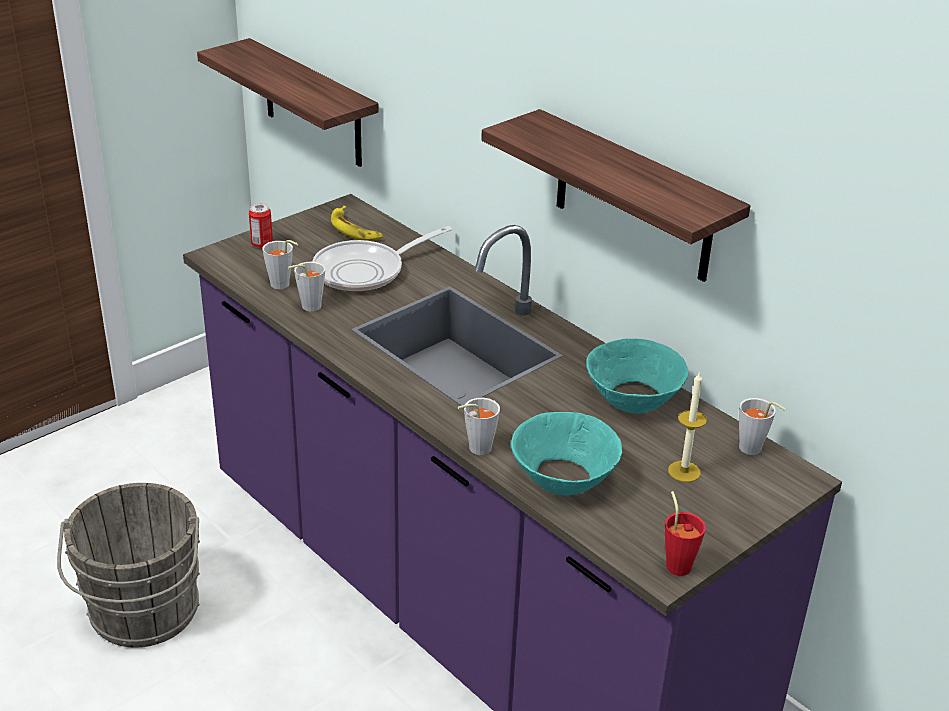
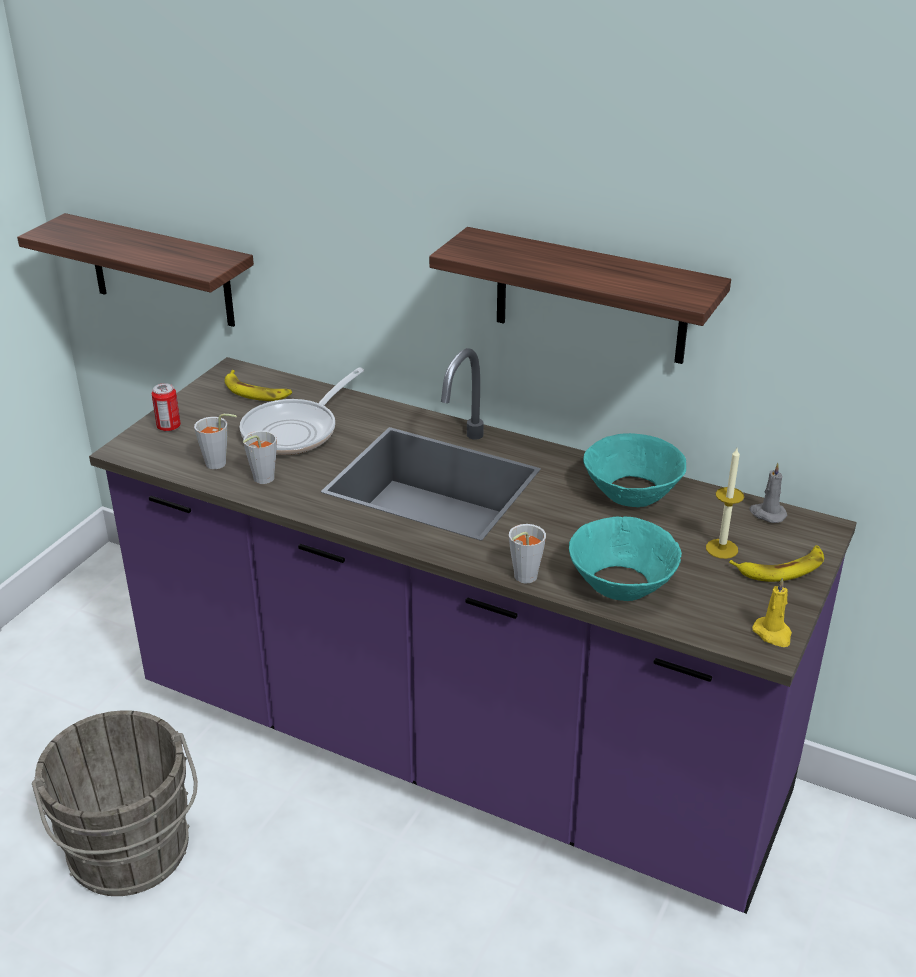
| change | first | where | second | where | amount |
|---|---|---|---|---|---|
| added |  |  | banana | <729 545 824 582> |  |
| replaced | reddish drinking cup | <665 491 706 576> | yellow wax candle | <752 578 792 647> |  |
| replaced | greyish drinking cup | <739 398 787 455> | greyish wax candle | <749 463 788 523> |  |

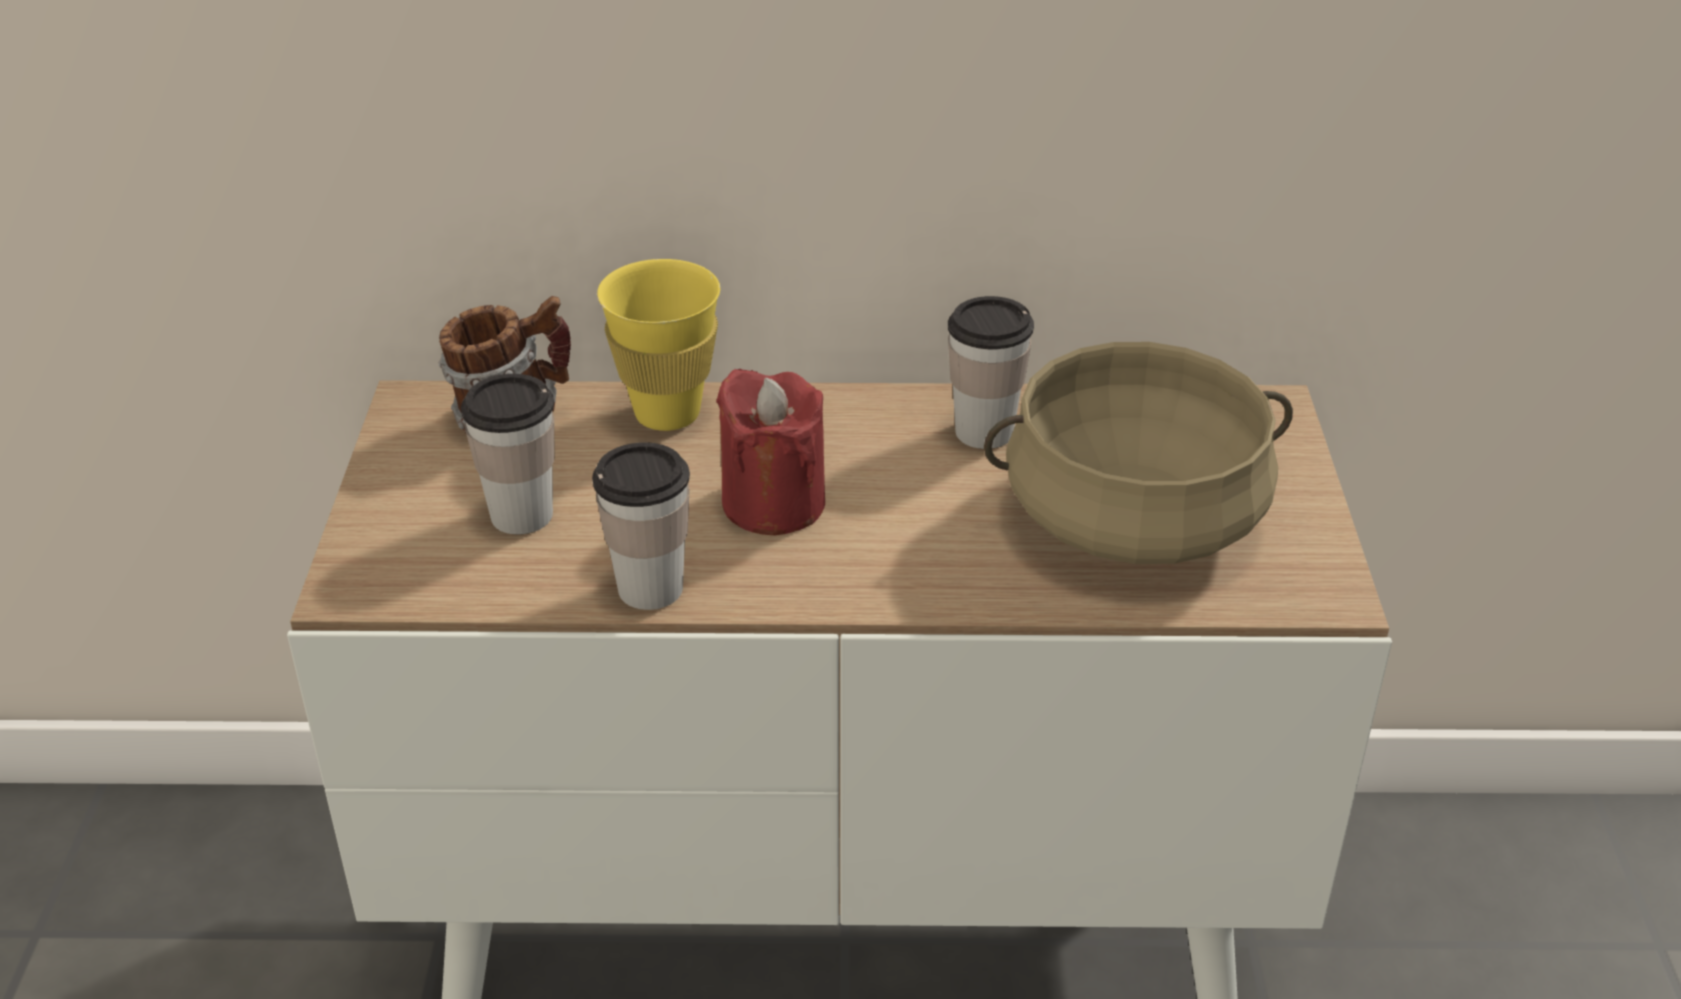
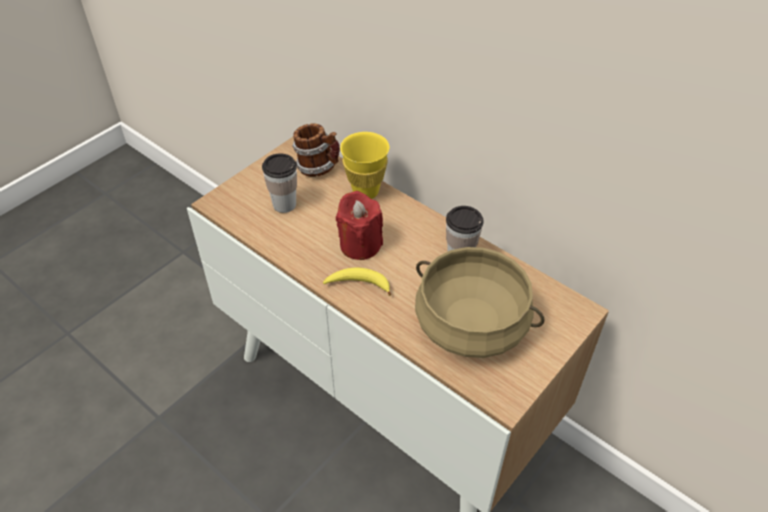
| change | first | where | second | where | amount |
|---|---|---|---|---|---|
| removed | drinking cup | <592 442 690 610> |  |  |  |
| added |  |  | banana | <323 268 391 296> |  |

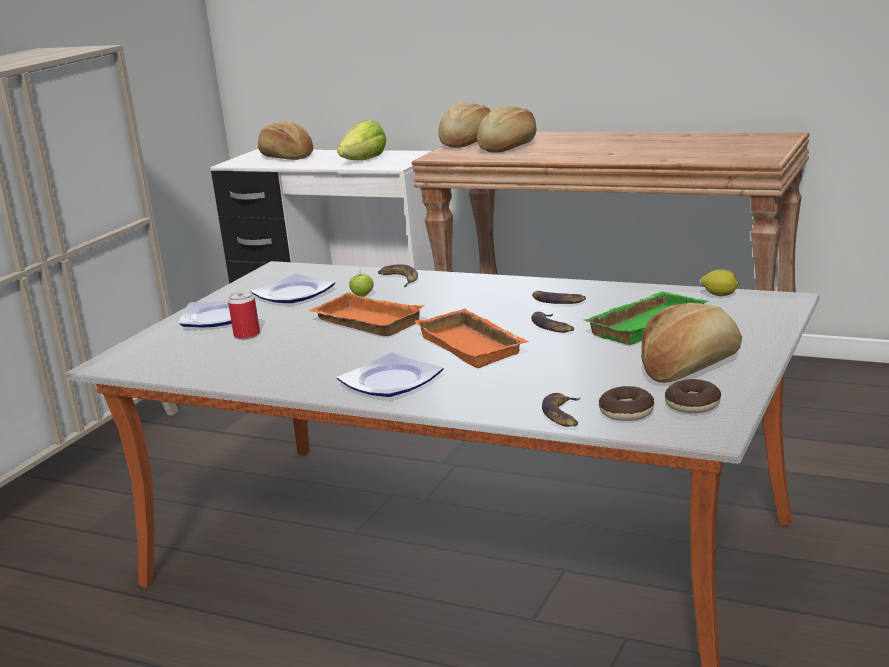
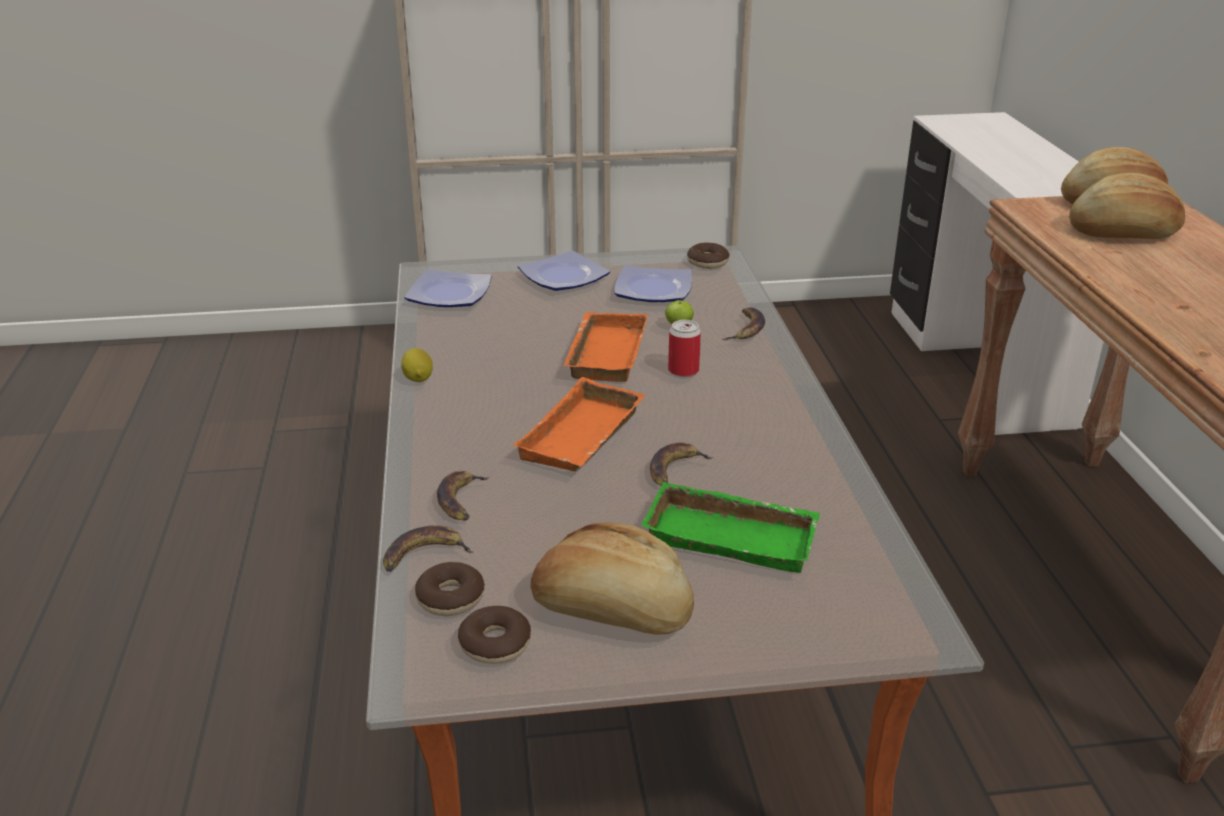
| change | first | where | second | where | amount |
|---|---|---|---|---|---|
| removed | baked bread | <258 121 313 160> |  |  |  |
| removed | lettuce | <337 120 386 160> |  |  |  |
| added |  |  | ring doughnut | <687 242 729 269> |  |
| moved | sealed can | <228 291 260 339> |  | <668 320 701 377> |  |
| moved | dinner plate | <337 353 444 397> |  | <404 270 492 307> |  |
| moved | banana | <532 291 586 304> |  | <437 471 490 521> |  |
| moved | lemon | <701 269 739 296> |  | <401 348 433 382> |  |

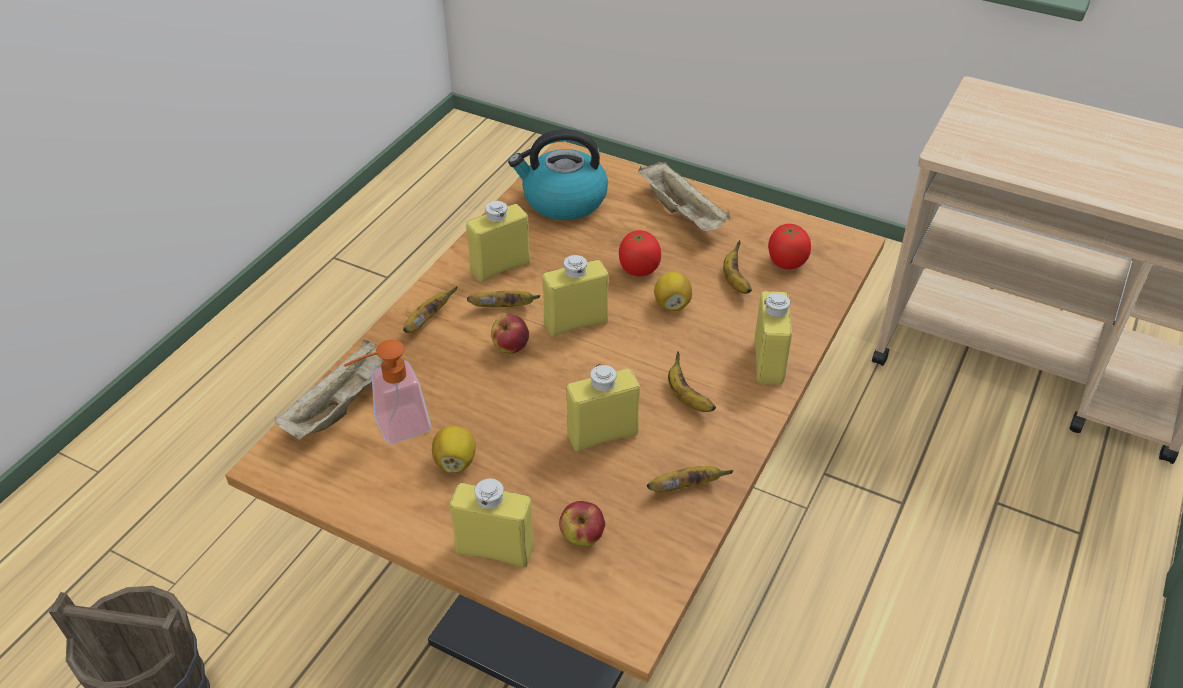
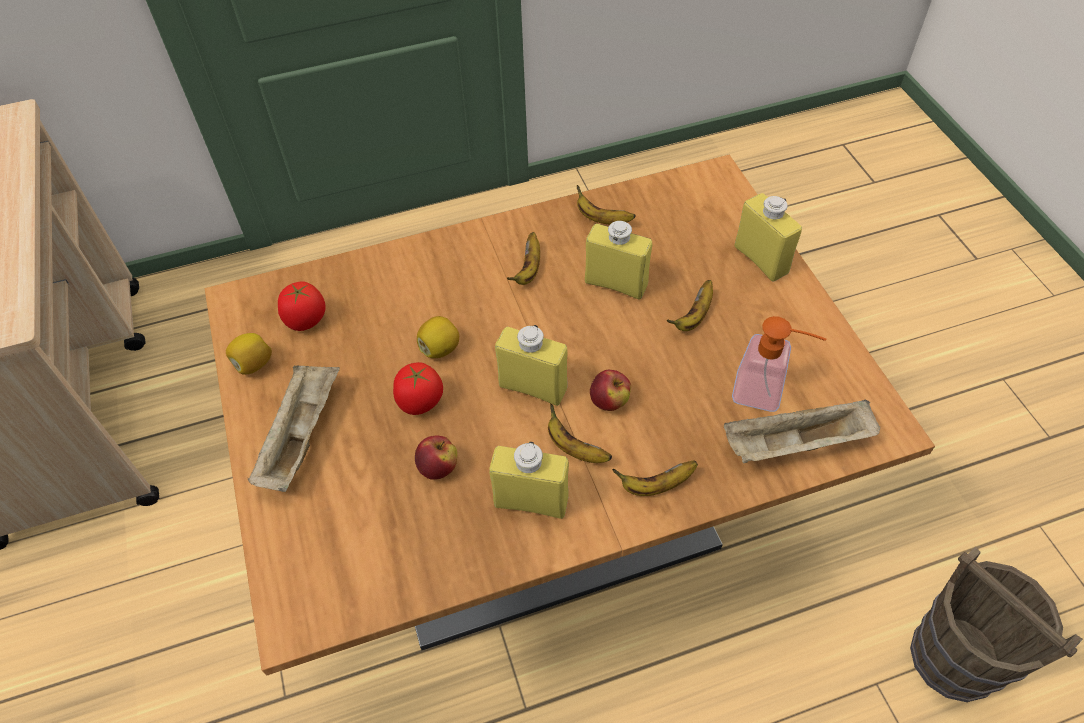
| change | first | where | second | where | amount |
|---|---|---|---|---|---|
| removed | tea kettle | <508 129 608 220> |  |  |  |
| removed | yellow bottle | <755 291 792 385> |  |  |  |
| moved | lemon | <432 426 476 473> |  | <226 333 272 375> |  |
| moved | whole apple | <559 501 605 546> |  | <415 435 457 480> |  |
| moved | banana | <723 240 752 294> |  | <667 280 713 331> |  |

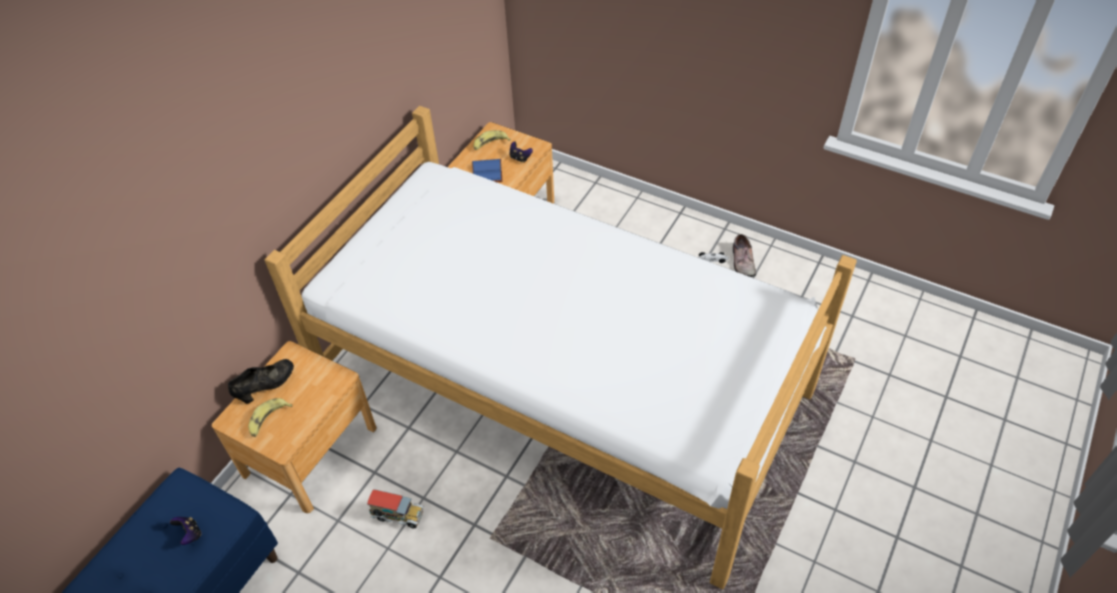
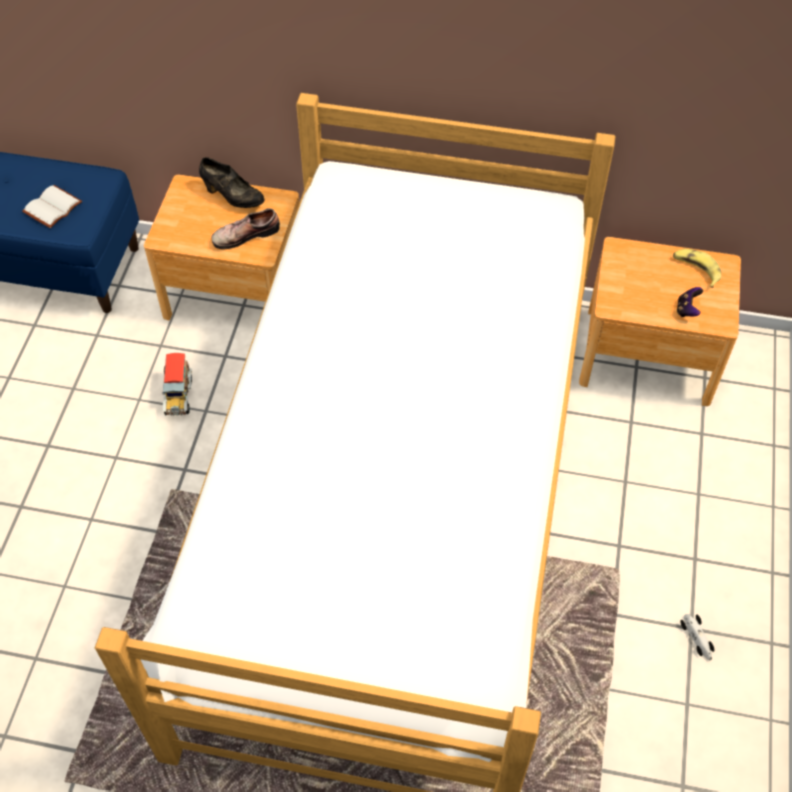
| change | first | where | second | where | amount |
|---|---|---|---|---|---|
| removed | banana | <248 398 293 437> |  |  |  |
| removed | bluish volume | <472 159 503 182> |  |  |  |
| moved | item of footwear | <733 234 756 277> |  | <211 208 280 249> |  |
| replaced | joypad | <170 517 201 545> | whitish volume | <22 185 82 228> |  |

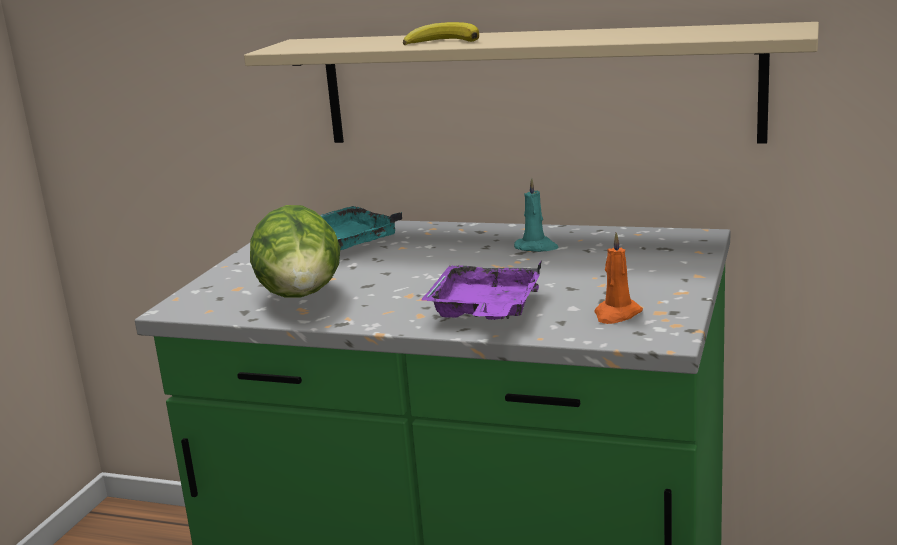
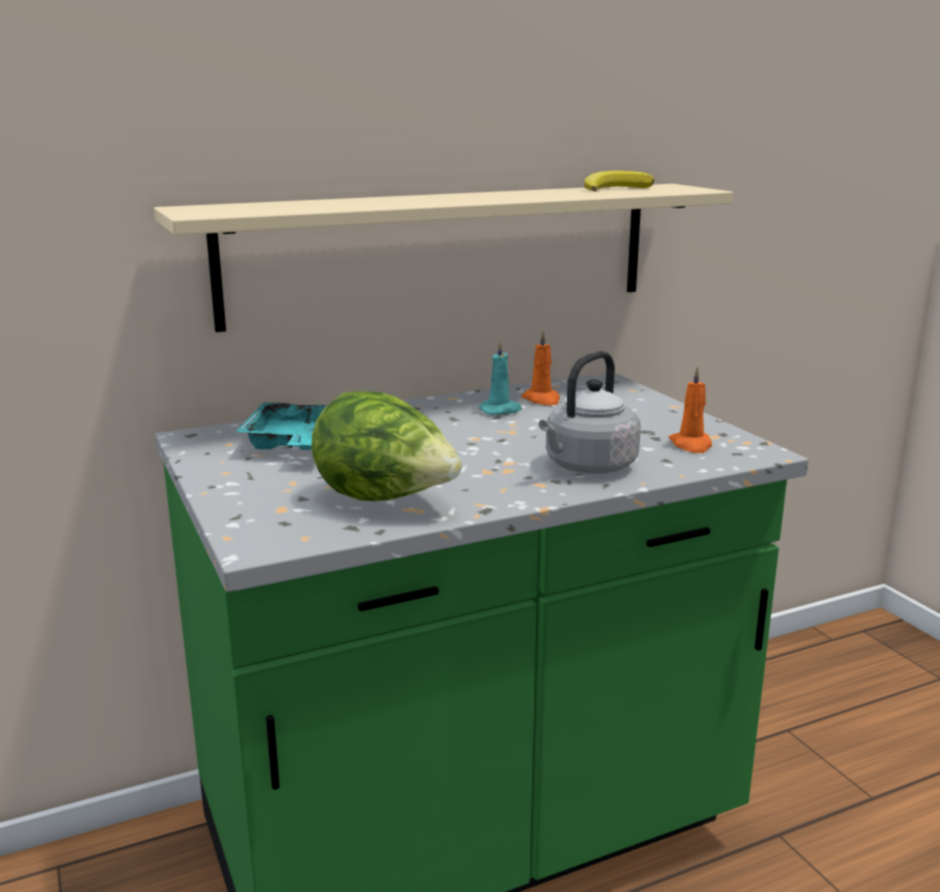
| change | first | where | second | where | amount |
|---|---|---|---|---|---|
| added |  |  | orange wax candle | <521 331 560 405> |  |
| moved | banana | <403 22 479 45> |  | <584 171 654 192> |  |
| replaced | purple carrying tray | <421 260 542 320> | greyish tea kettle | <539 351 641 474> |  |

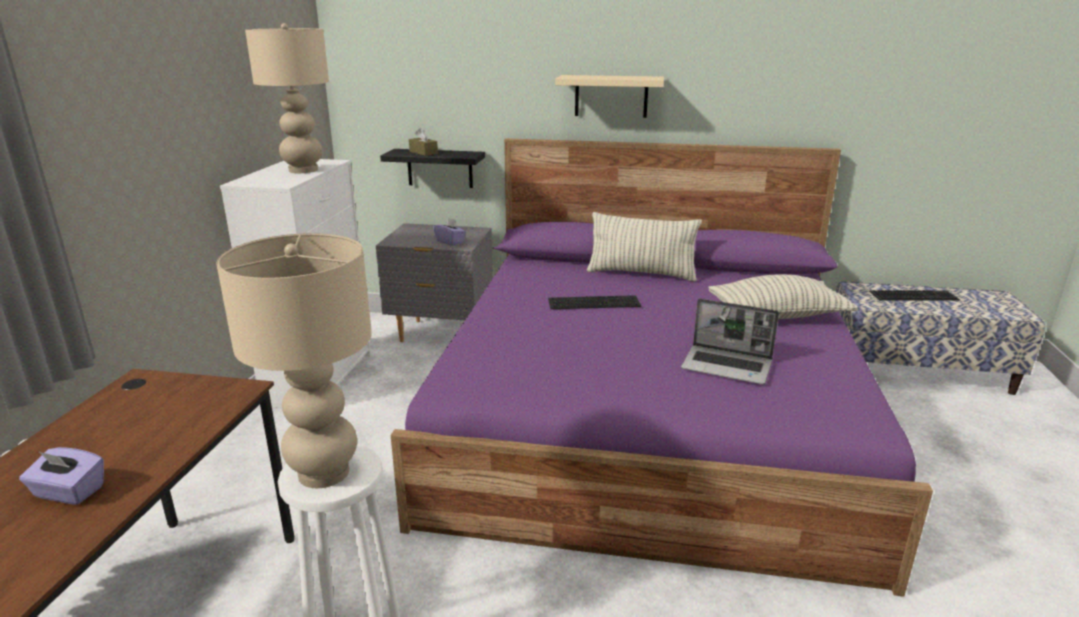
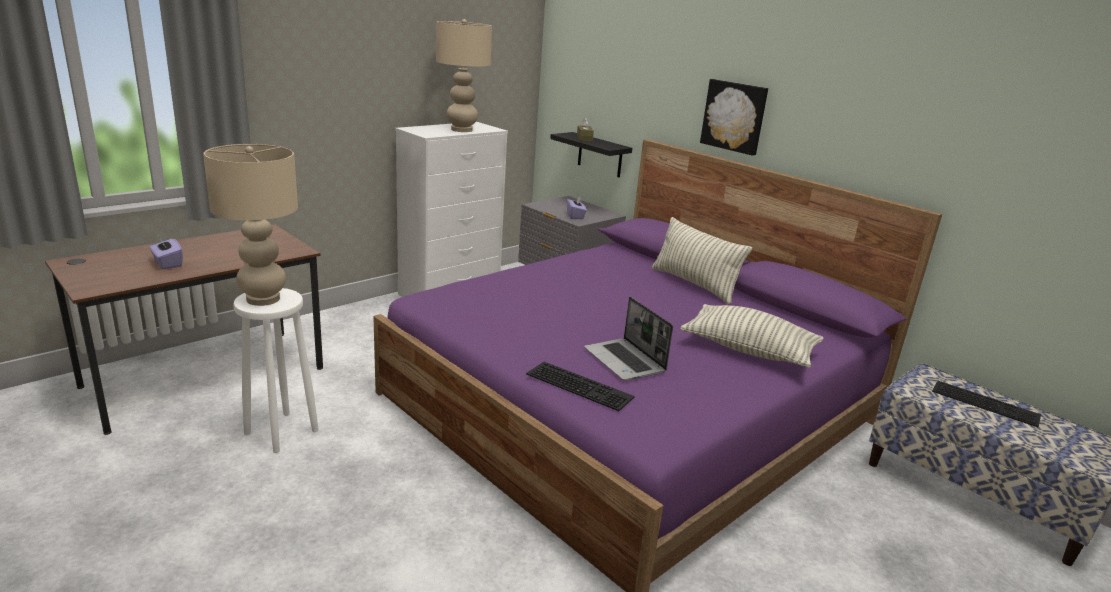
| change | first | where | second | where | amount |
|---|---|---|---|---|---|
| moved | computer keyboard | <548 295 641 309> |  | <526 362 635 411> |  |
| replaced | beige shelf | <555 75 664 118> | wall picture | <700 79 768 156> |  |

